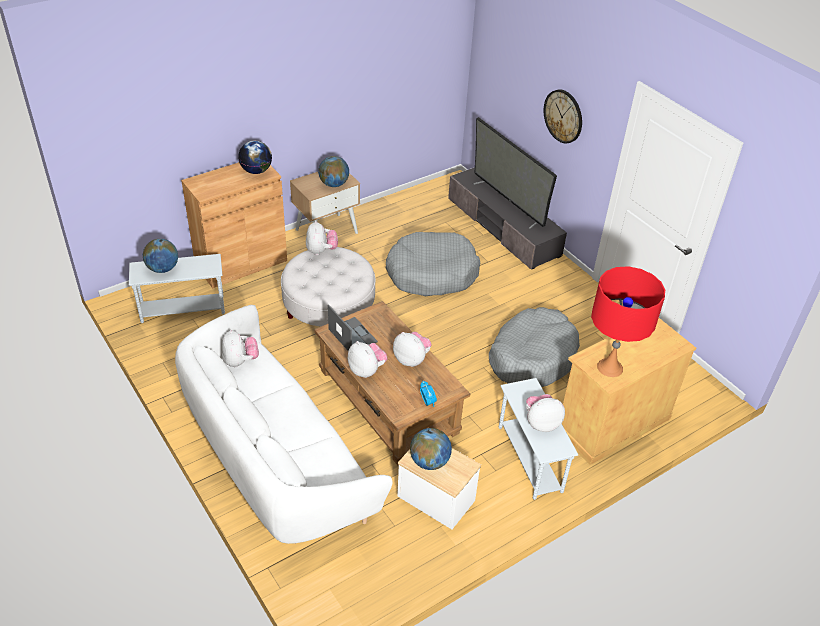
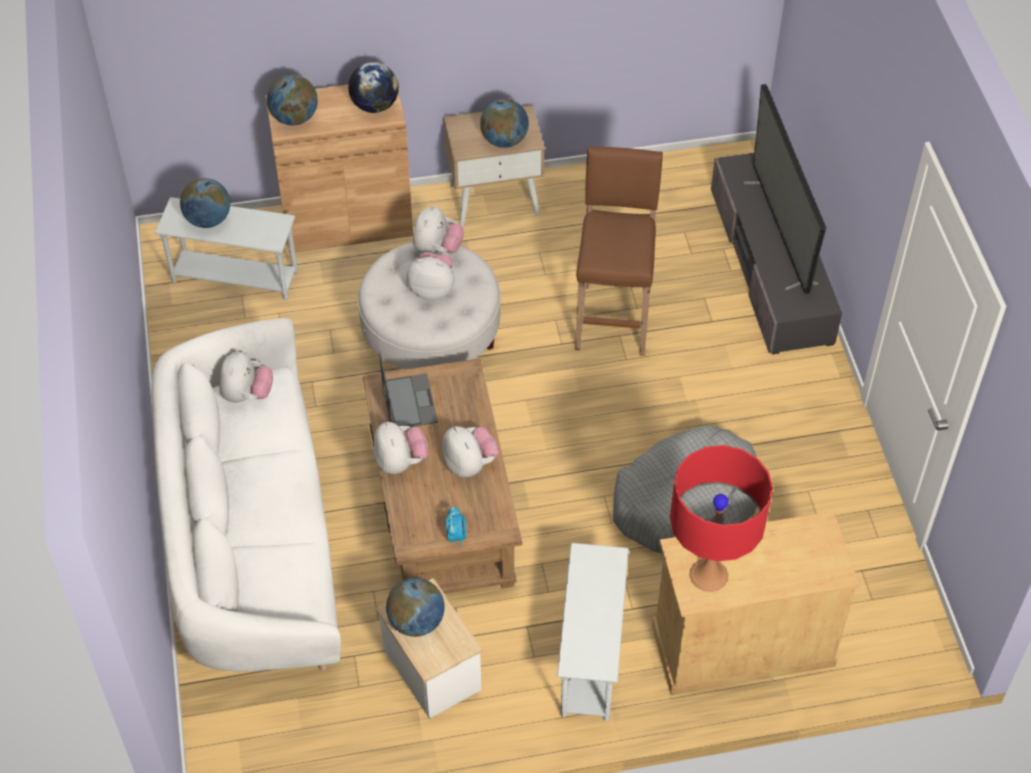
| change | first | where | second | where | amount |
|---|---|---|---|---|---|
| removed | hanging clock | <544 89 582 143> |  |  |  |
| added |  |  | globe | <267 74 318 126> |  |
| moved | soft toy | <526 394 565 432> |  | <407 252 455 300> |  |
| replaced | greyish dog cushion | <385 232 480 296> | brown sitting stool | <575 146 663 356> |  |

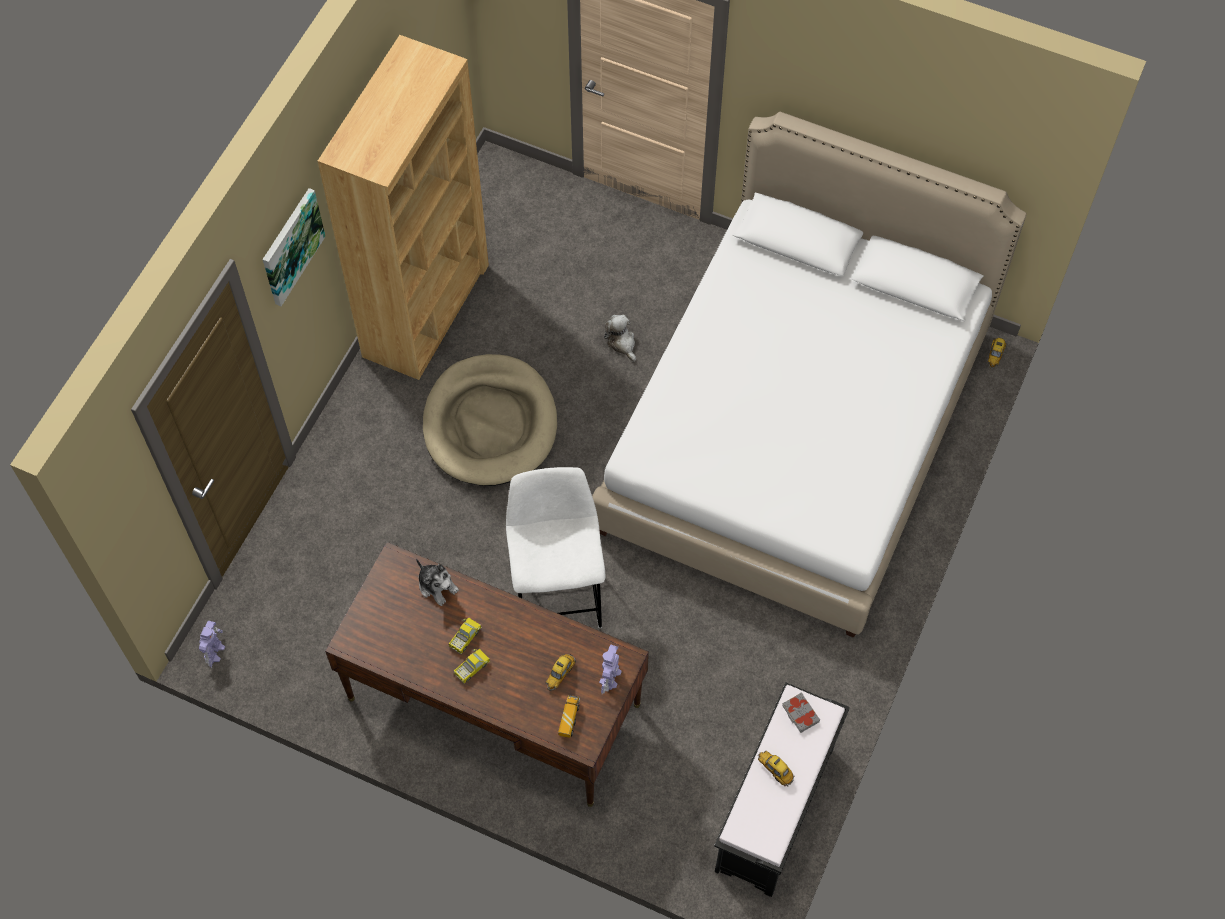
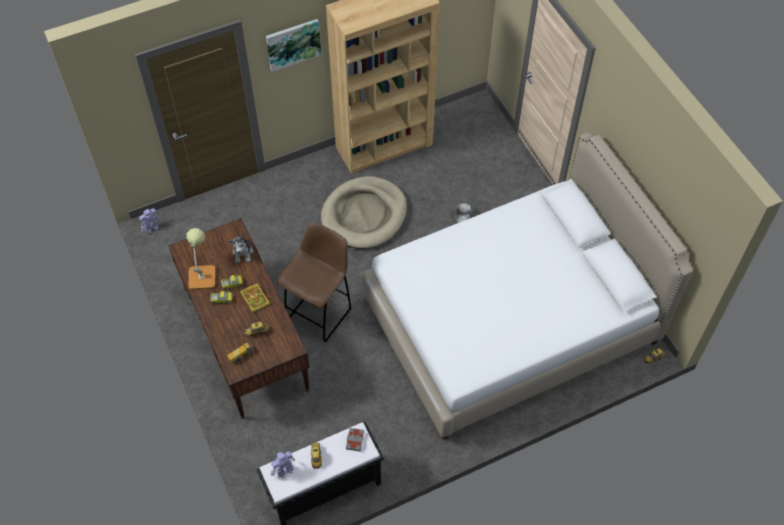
| change | first | where | second | where | amount |
|---|---|---|---|---|---|
| added |  |  | table lamp | <186 228 216 290> |  |
| added |  |  | volume | <239 283 270 313> |  |
| moved | model robot | <599 644 622 694> |  | <271 451 295 478> |  |
| recoloured | whitish sitting stool | <506 467 605 628> | brown sitting stool | <277 222 351 343> |  |

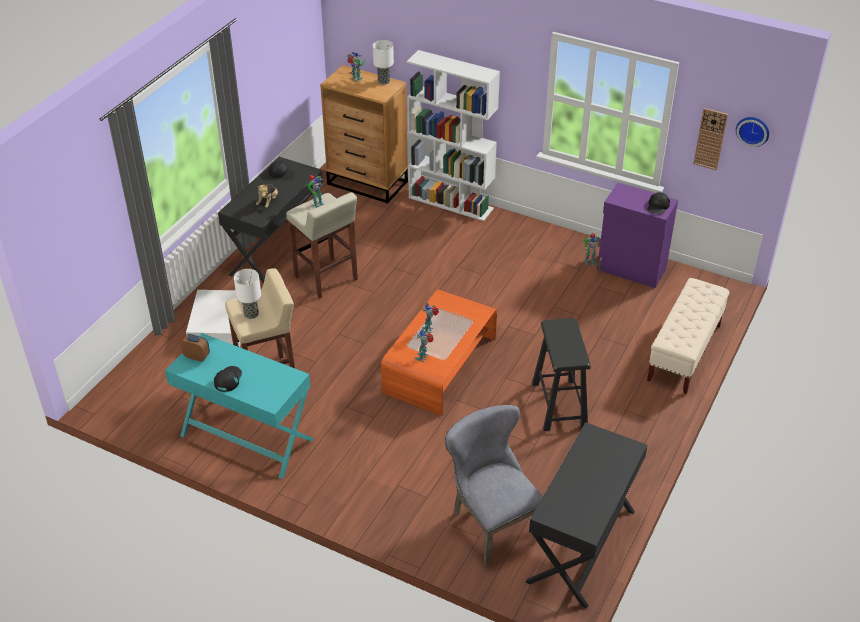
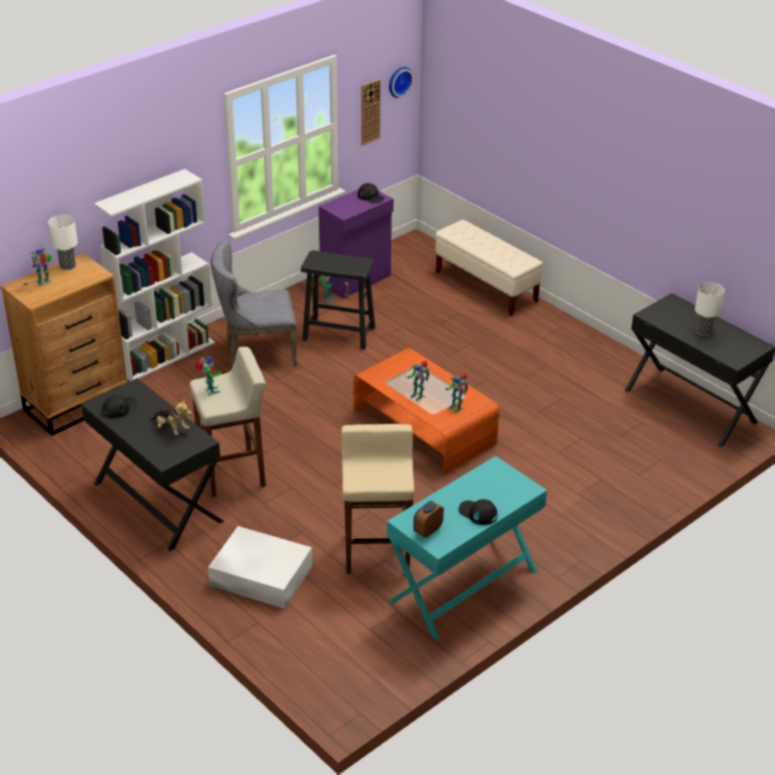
| change | first | where | second | where | amount |
|---|---|---|---|---|---|
| moved | table lamp | <234 269 261 319> |  | <695 282 725 336> |  |
| moved | greyish chair | <445 405 544 567> |  | <211 240 297 367> |  |
| moved | blackish sitting stool | <532 318 591 431> |  | <301 250 375 350> |  |

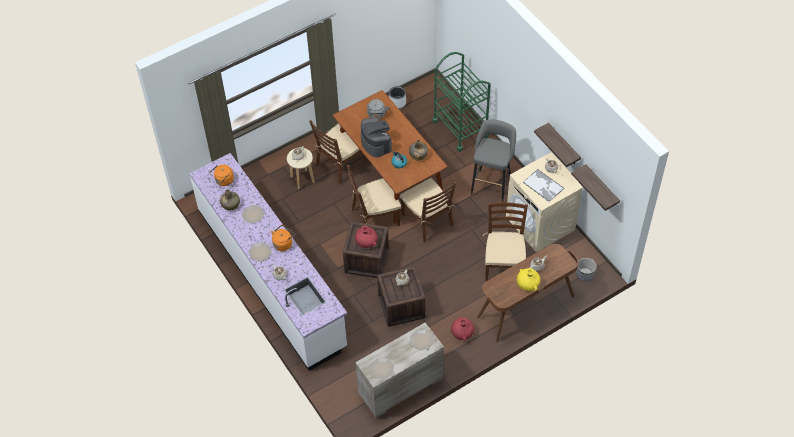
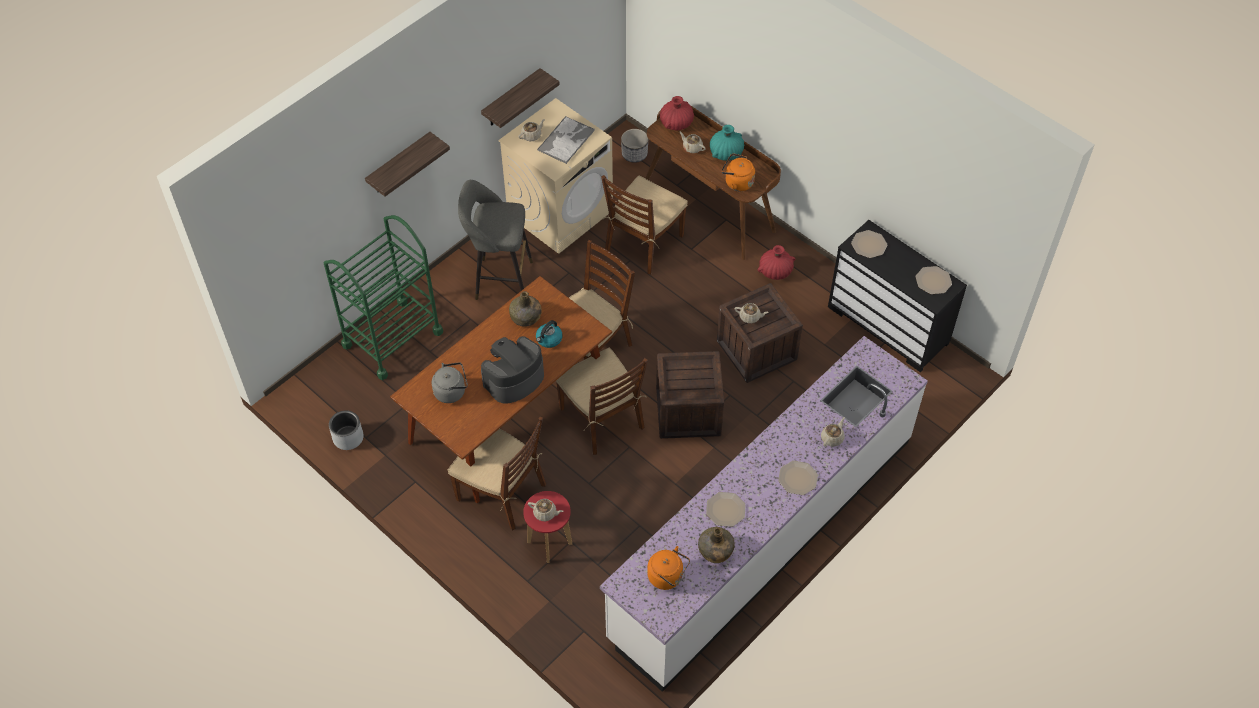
| change | first | where | second | where | amount |
|---|---|---|---|---|---|
| moved | orange tea kettle | <271 225 295 251> |  | <721 153 755 191> |  |
| moved | reddish vase | <355 226 378 248> |  | <660 96 694 130> |  |
| moved | shelf | <571 164 620 211> |  | <365 132 450 197> |  |
| recoloured | beige sitting stool | <287 148 314 189> | reddish sitting stool | <523 491 572 563> |  |
| recoloured | beige chest of drawers | <355 323 444 419> | blackish chest of drawers | <828 220 967 372> |  |
| recoloured | yellow vase | <517 268 541 291> | turquoise vase | <710 125 744 161> |  |
| turned | brown chair | <483 203 528 281> |  | <601 175 688 274> | 45 degrees counterclockwise |

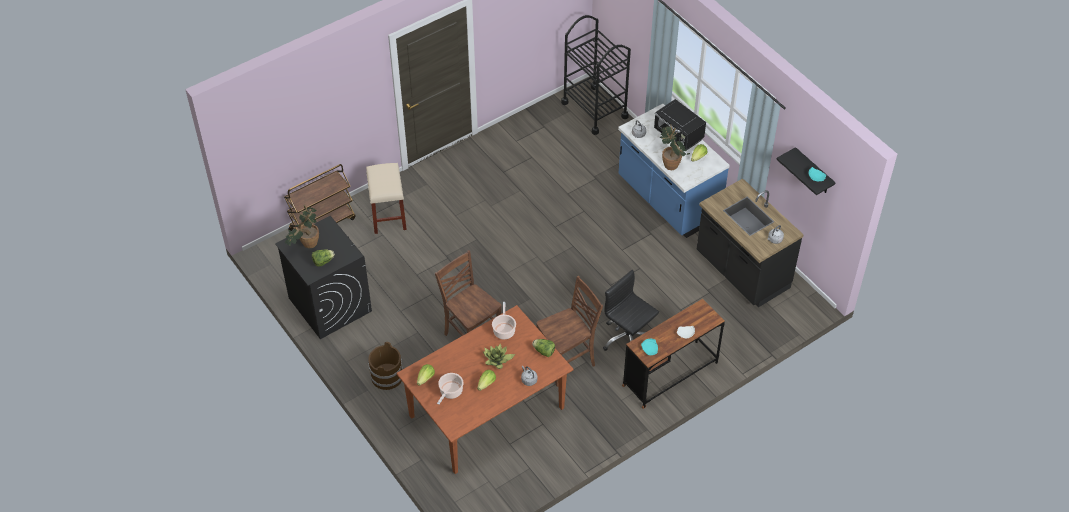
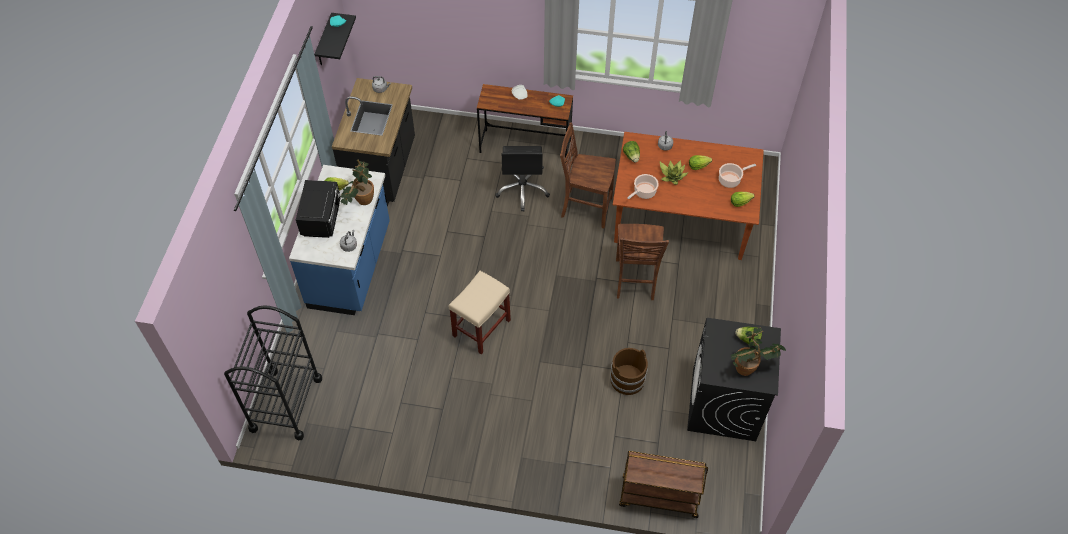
| change | first | where | second | where | amount |
|---|---|---|---|---|---|
| moved | beige sitting stool | <366 163 407 234> |  | <449 271 511 354> |  |
| moved | brown pail | <368 342 403 390> |  | <610 348 648 395> |  |

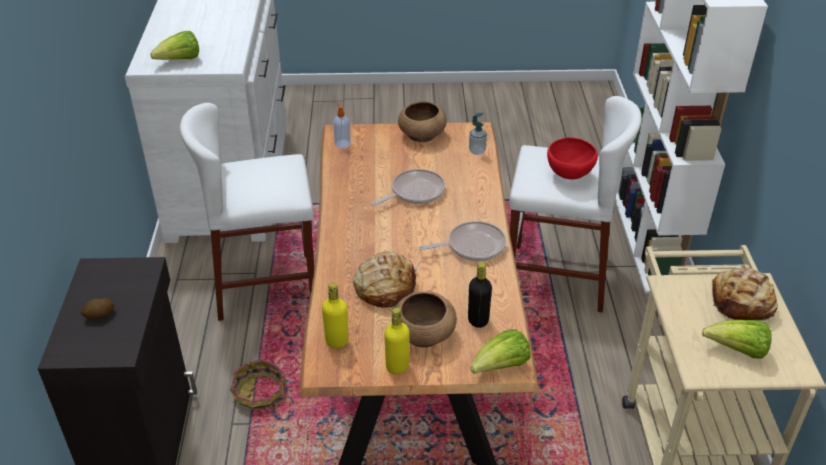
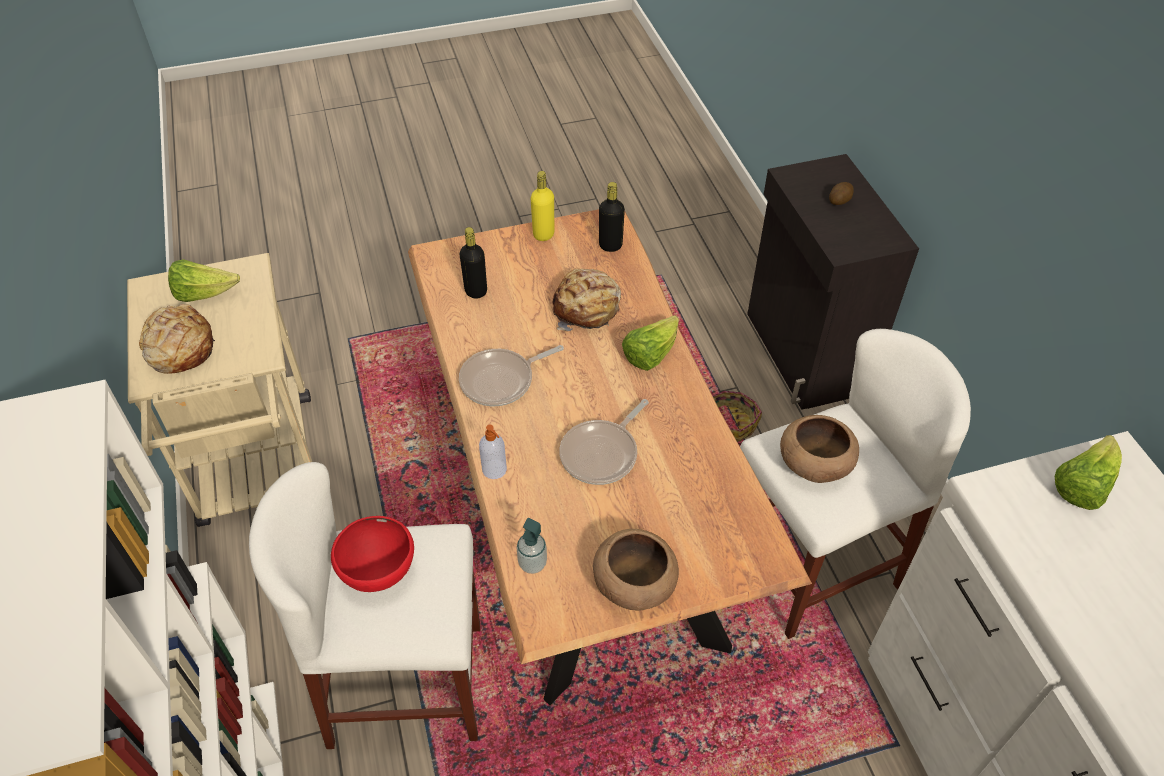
| change | first | where | second | where | amount |
|---|---|---|---|---|---|
| moved | liquid soap bottle | <333 103 351 149> |  | <479 425 507 479> |  |
| moved | brown bowl | <395 291 457 347> |  | <780 415 859 483> |  |
| moved | lettuce | <471 329 531 374> |  | <622 315 679 371> |  |
| recoloured | yellow bottle | <322 283 349 348> | blackish bottle | <599 182 625 252> |  |

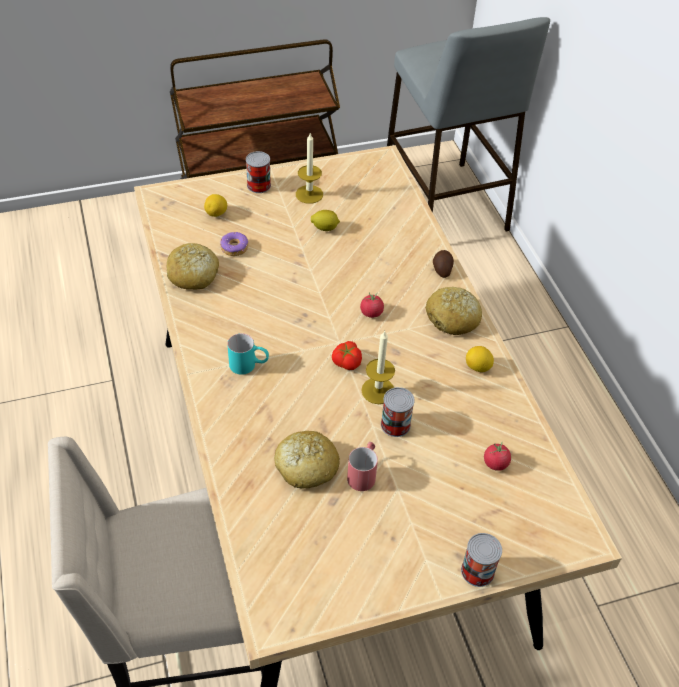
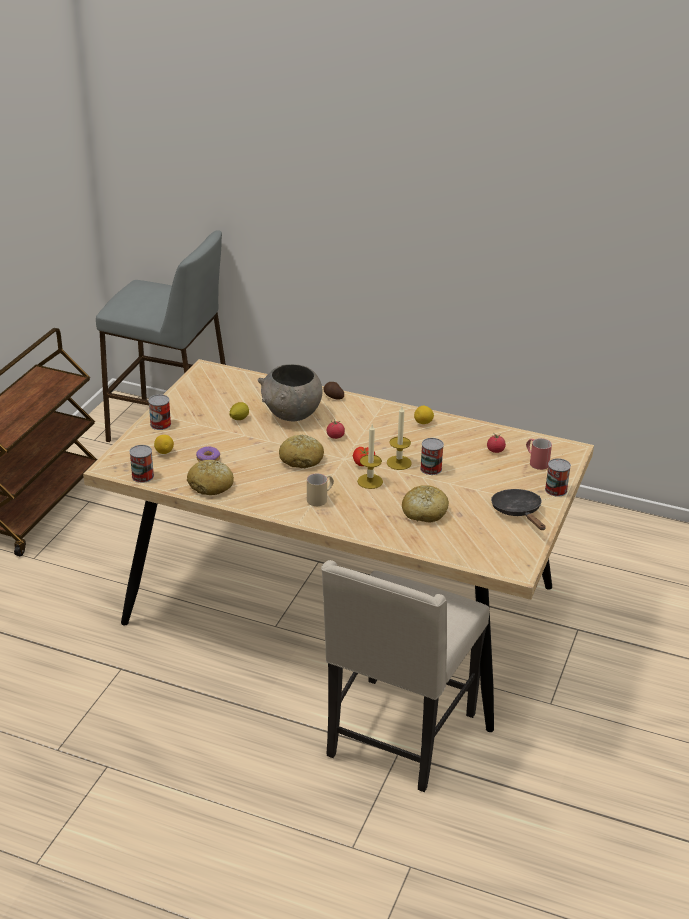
| change | first | where | second | where | amount |
|---|---|---|---|---|---|
| added |  |  | sealed can | <129 445 154 483> |  |
| added |  |  | greyish bowl | <257 364 323 421> |  |
| added |  |  | blackish pan | <491 489 546 530> |  |
| moved | wax candle | <296 132 323 204> |  | <357 424 383 489> |  |
| moved | reddish tea mug | <347 442 378 491> |  | <526 438 552 470> |  |
| moved | baked bread | <425 287 482 335> |  | <279 435 324 468> |  |
| recoloured | turquoise tea mug | <227 333 269 375> | beige tea mug | <307 473 334 506> |  |

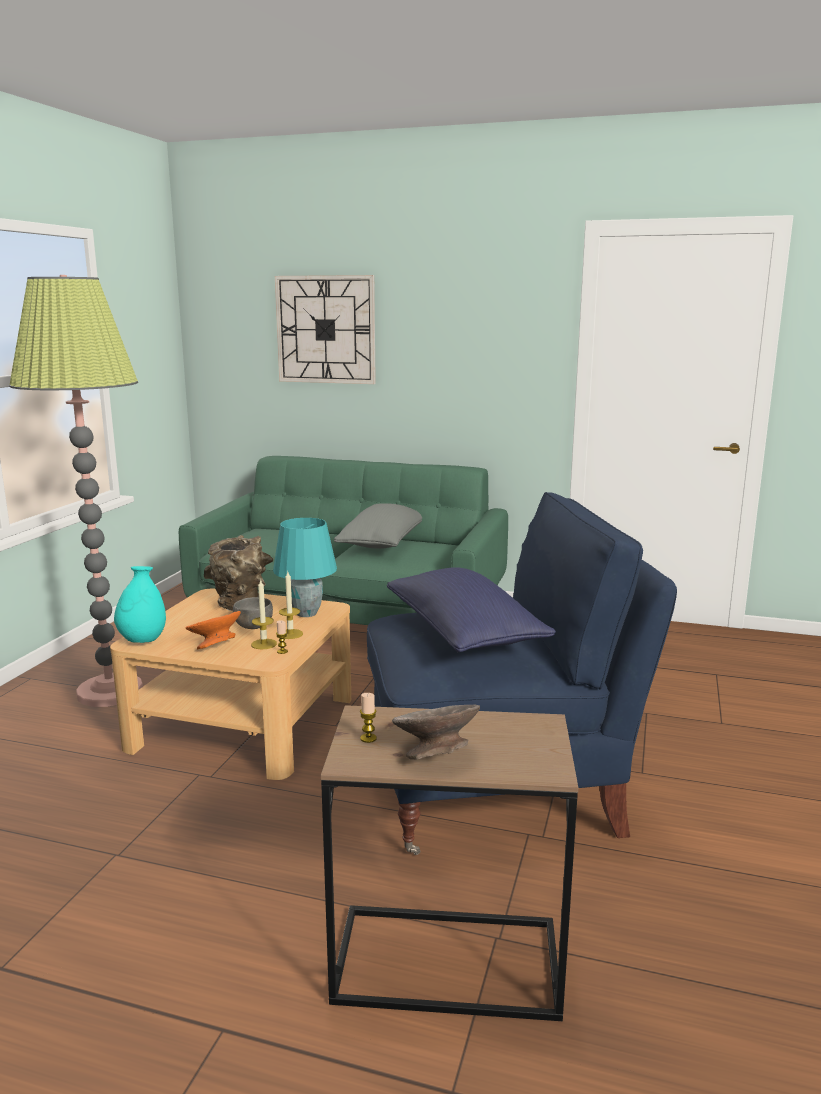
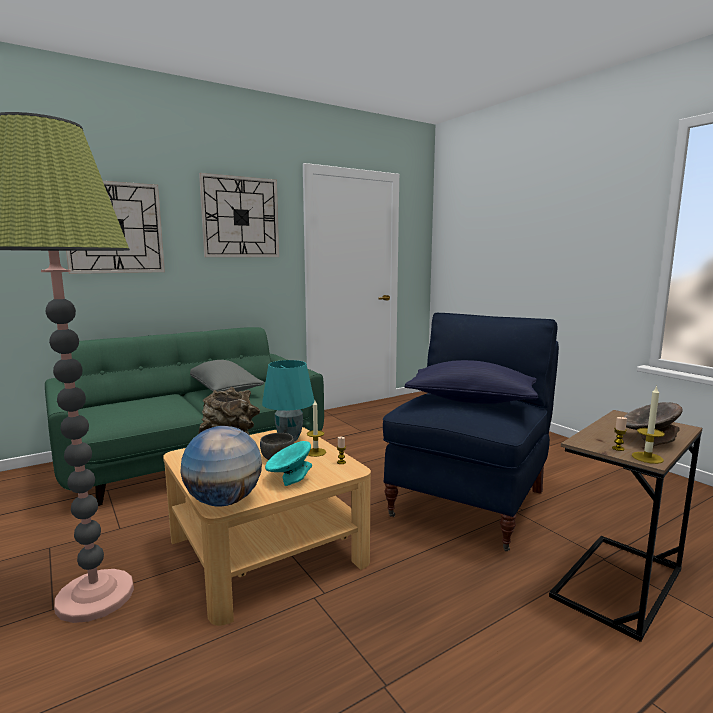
| change | first | where | second | where | amount |
|---|---|---|---|---|---|
| added |  |  | hanging clock | <199 173 279 257> |  |
| moved | wax candle | <251 579 277 650> |  | <632 385 665 464> |  |
| replaced | turquoise vase | <114 566 166 643> | globe | <180 426 262 506> |  |
| recoloured | orange bowl | <185 611 241 650> | turquoise bowl | <265 441 312 486> |  |

